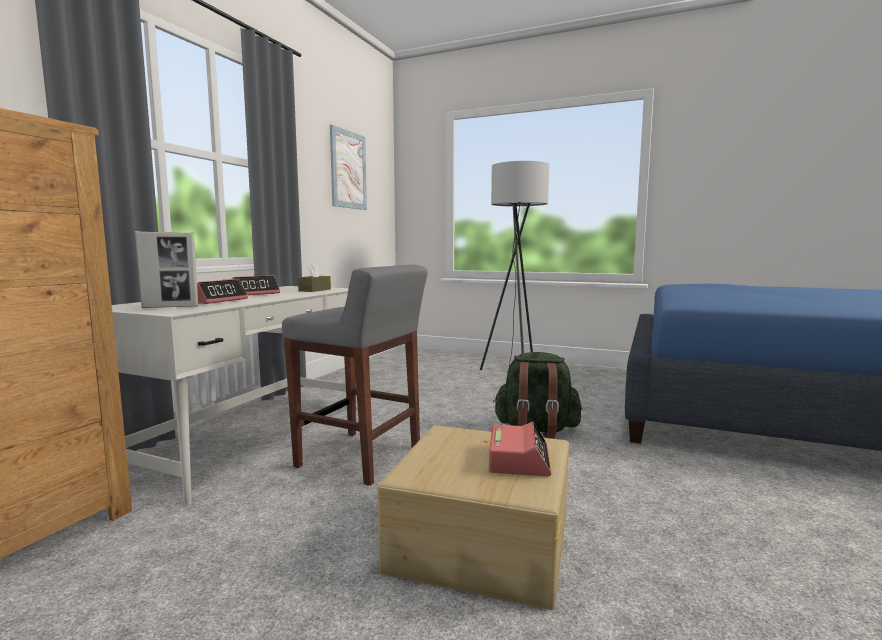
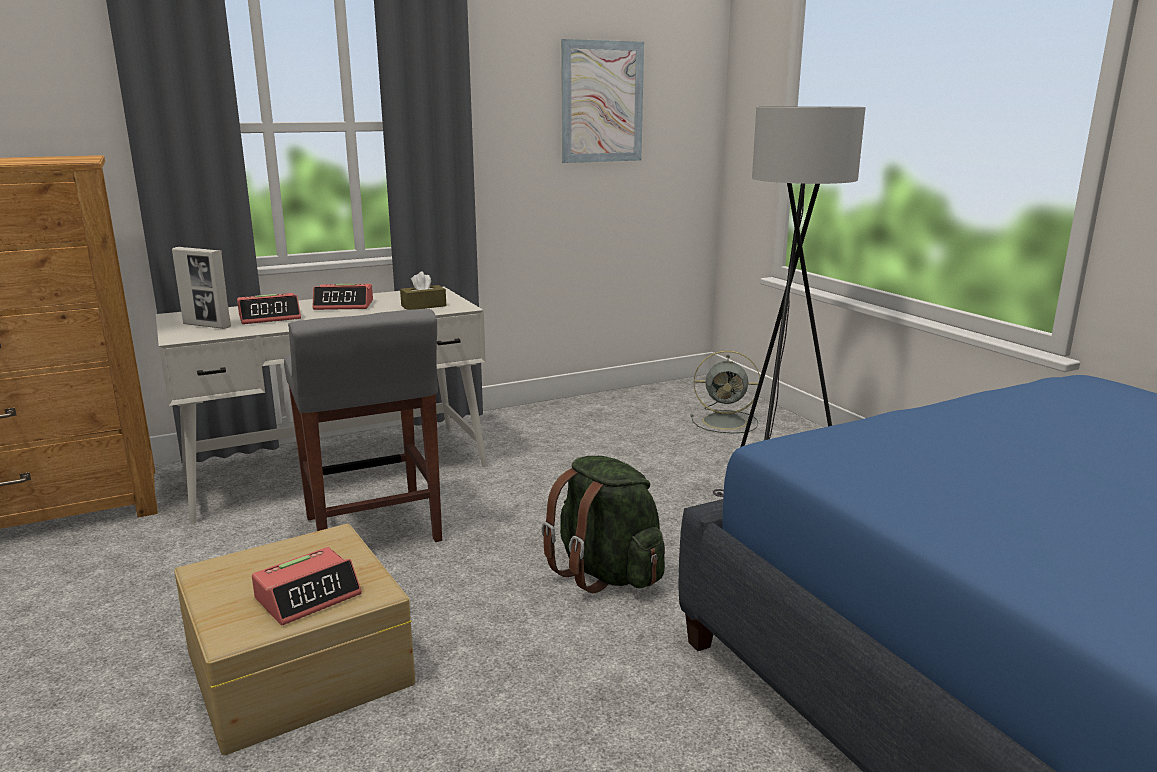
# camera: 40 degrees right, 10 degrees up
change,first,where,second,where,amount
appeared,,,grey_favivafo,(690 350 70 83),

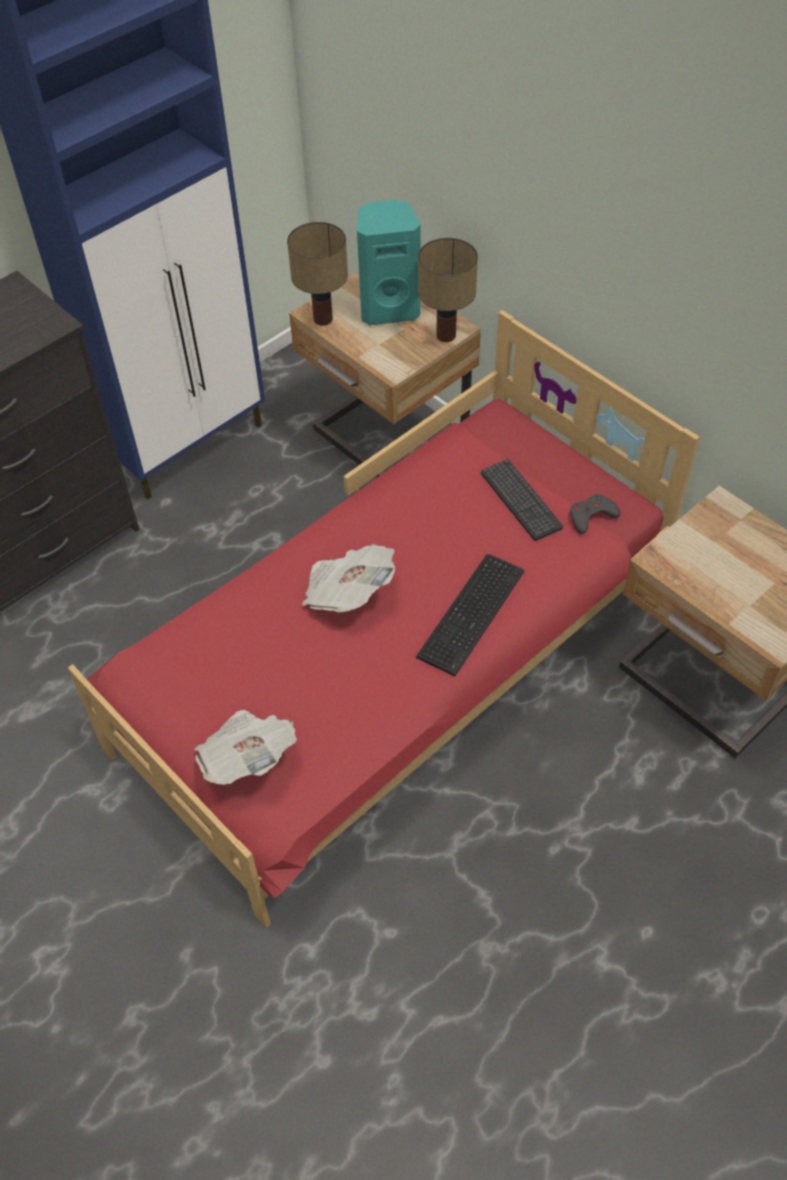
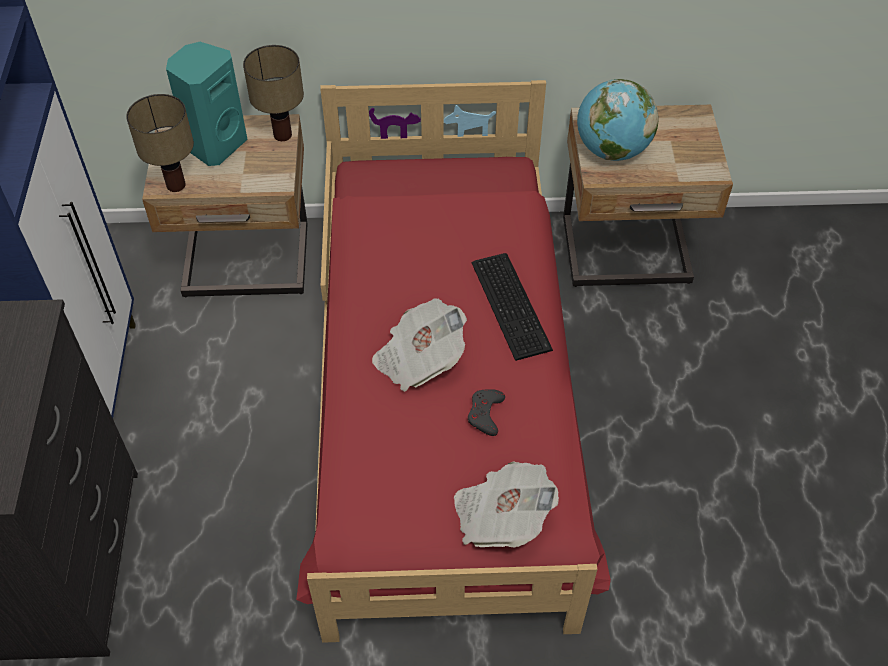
# camera: 50 degrees left, 0 degrees up
change,first,where,second,where,amount
relocated,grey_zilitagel,(570 494 51 40),,(468 389 37 47),
appeared,,,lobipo,(577 79 81 82),
missing,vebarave,(481 459 82 82),,,

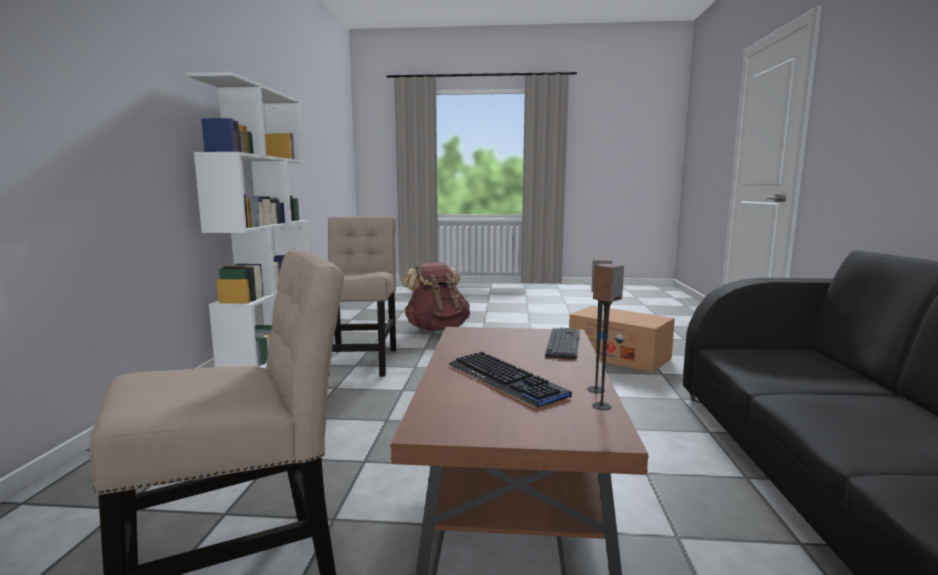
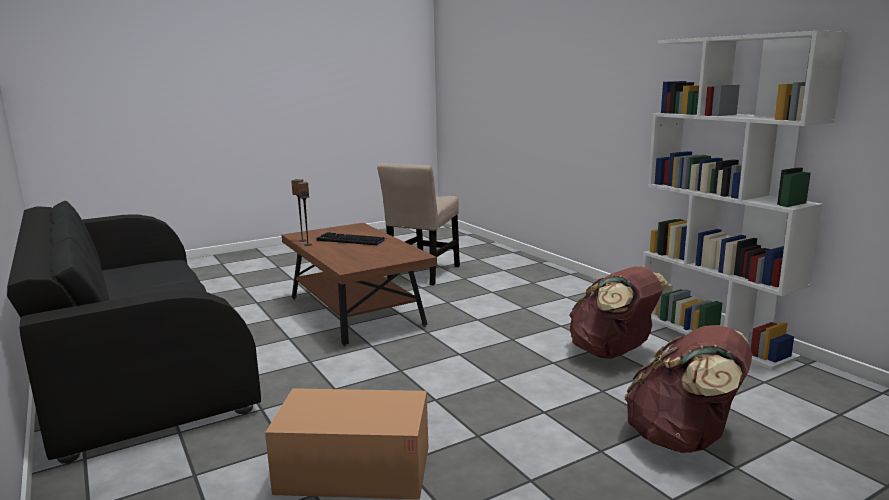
# camera: 145 degrees right, 5 degrees up
change,first,where,second,where,amount
exchanged,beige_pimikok,(328 216 68 161),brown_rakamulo,(569 266 101 93),
missing,vebarave,(545 328 35 31),,,

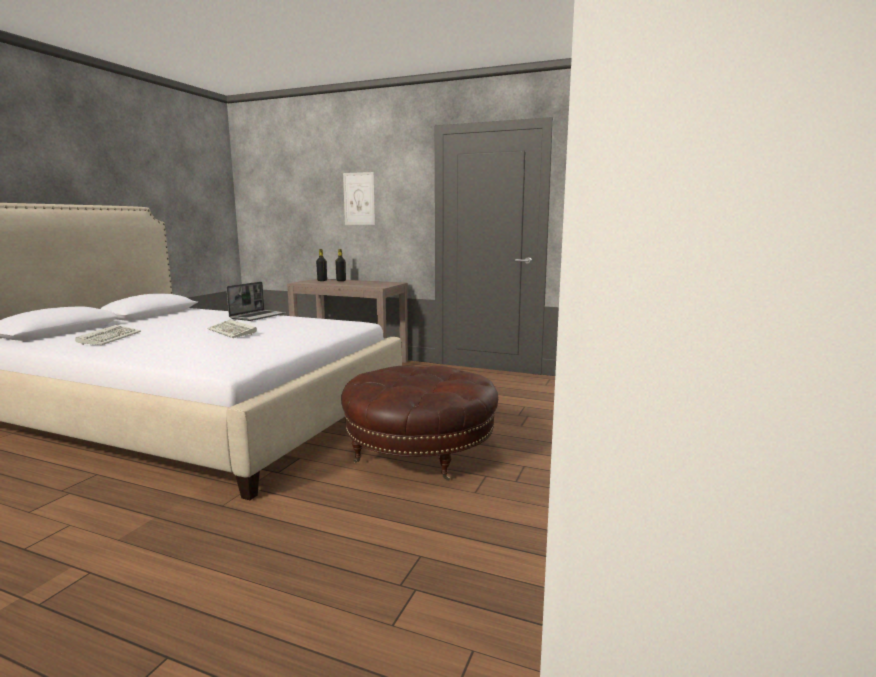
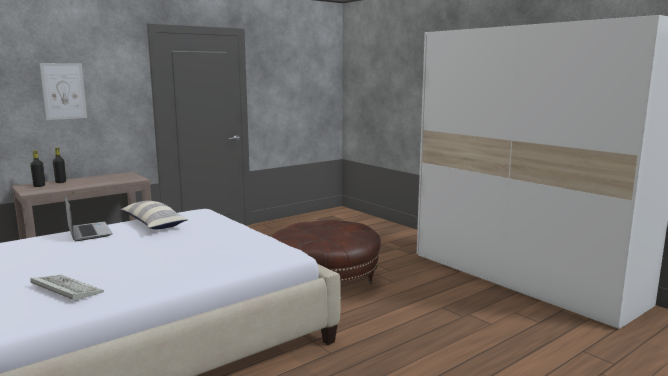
# camera: 60 degrees left, 0 degrees up
change,first,where,second,where,amount
appeared,,,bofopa,(120 201 69 29),
missing,vebarave,(207 320 50 18),,,

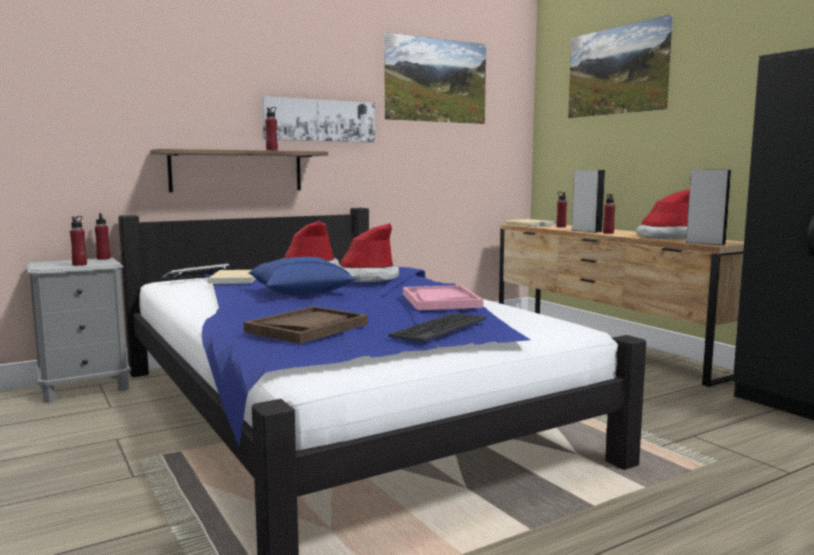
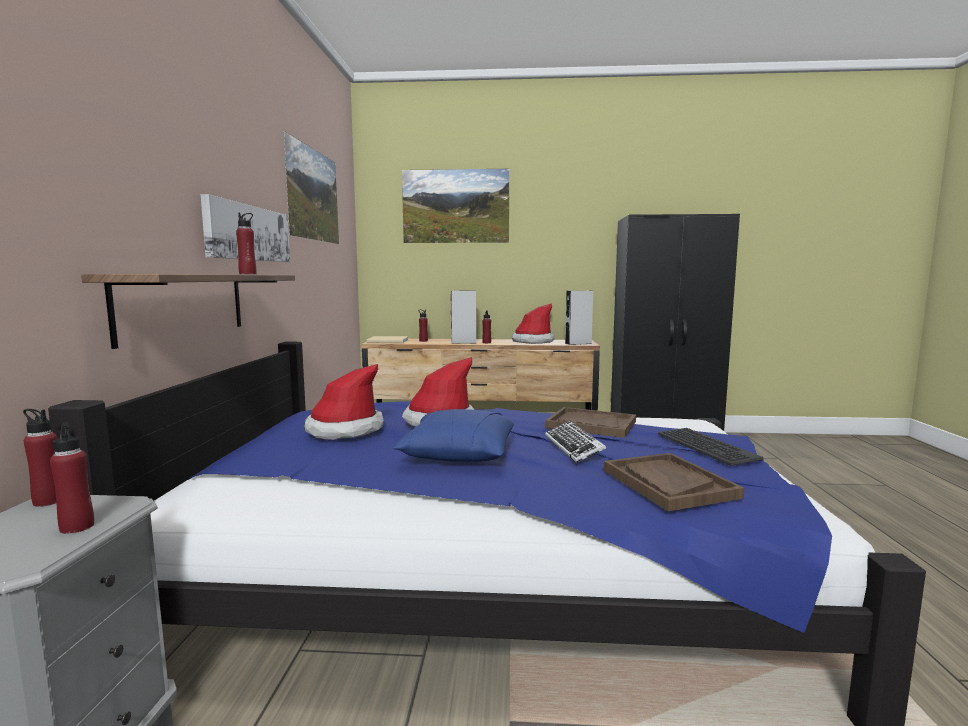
# camera: 55 degrees left, 0 degrees up
change,first,where,second,where,amount
colour,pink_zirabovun,(403 285 80 25),brown_zirabovun,(545 407 91 31),
relocated,vebarave,(162 263 67 16),,(545 421 61 42),
missing,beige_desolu,(207 270 48 14),,,

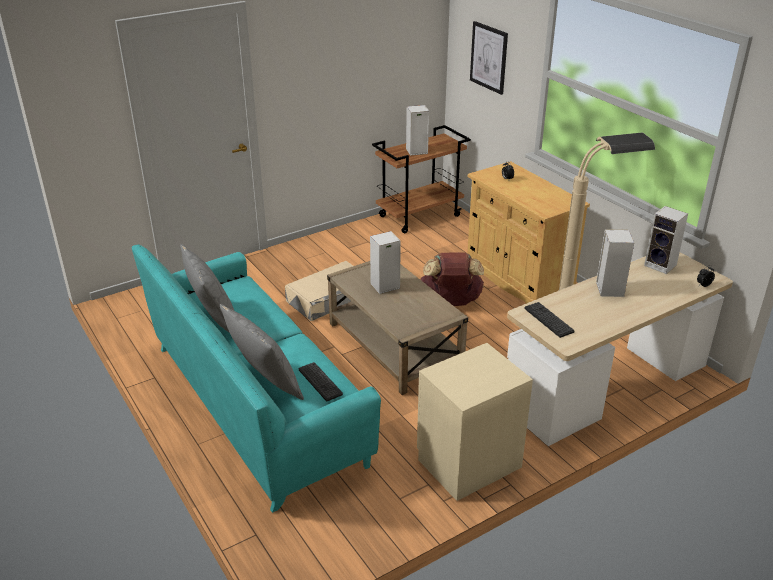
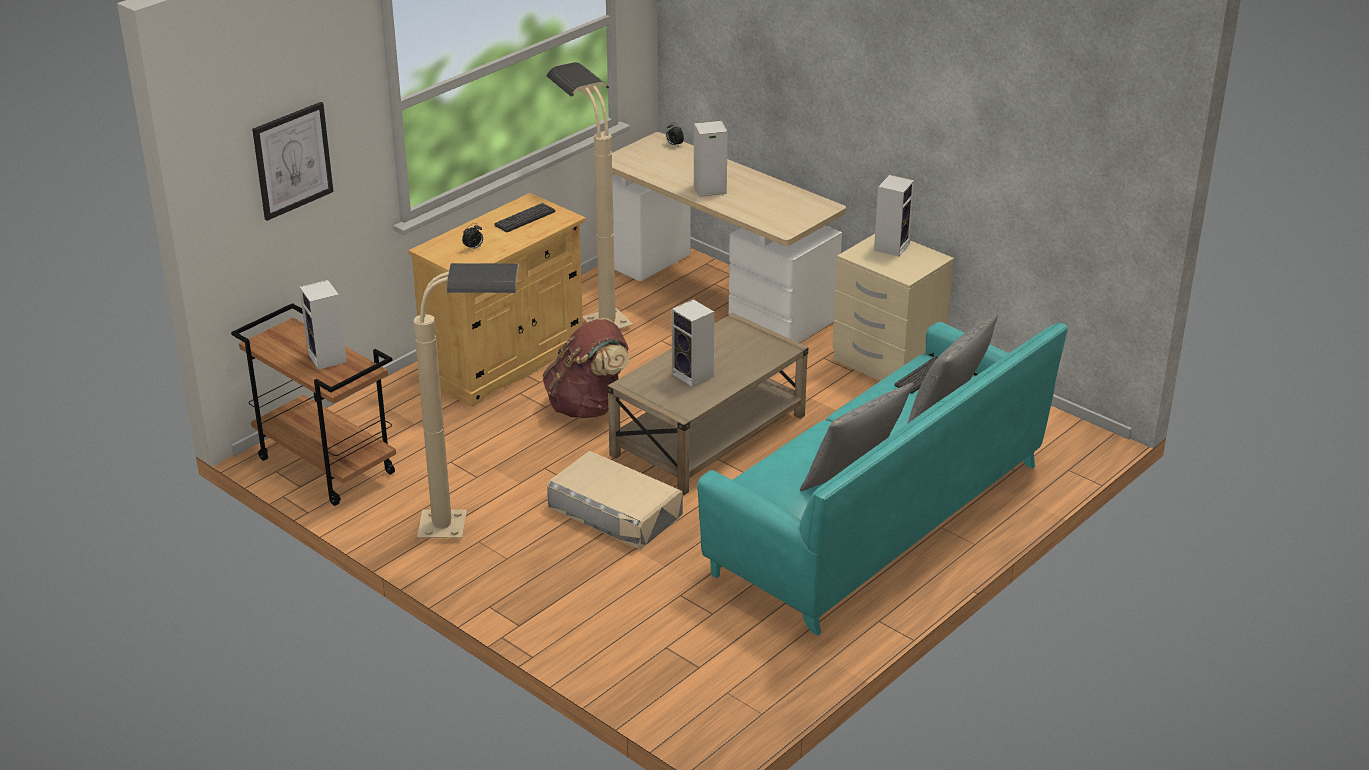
# camera: 105 degrees left, 0 degrees up
change,first,where,second,where,amount
appeared,,,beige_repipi,(414 263 106 276),
relocated,vebarave,(525 302 50 36),,(494 203 61 29),
relocated,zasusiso,(644 206 44 68),,(874 175 41 82),

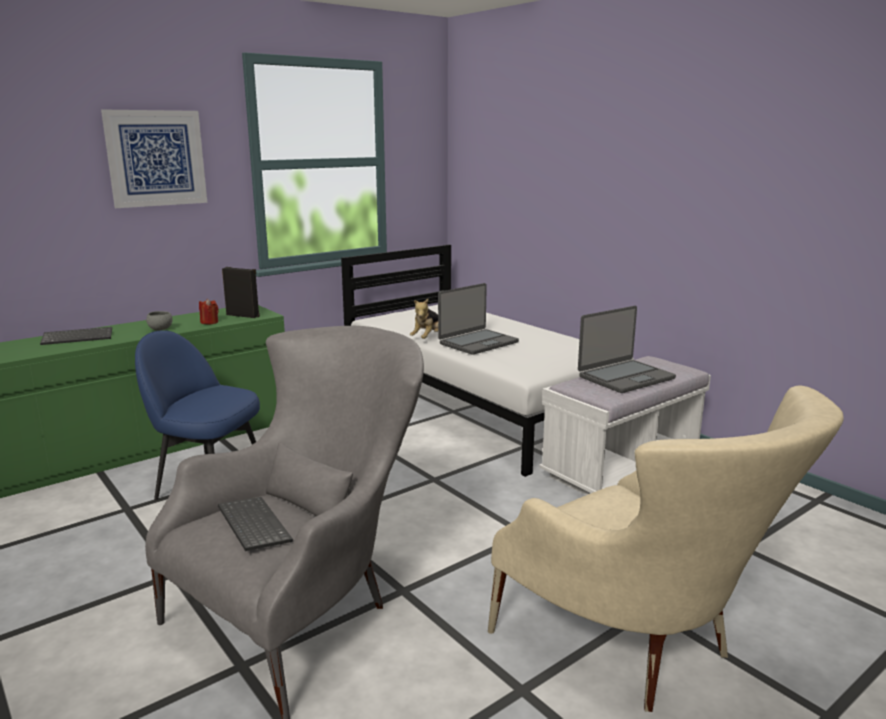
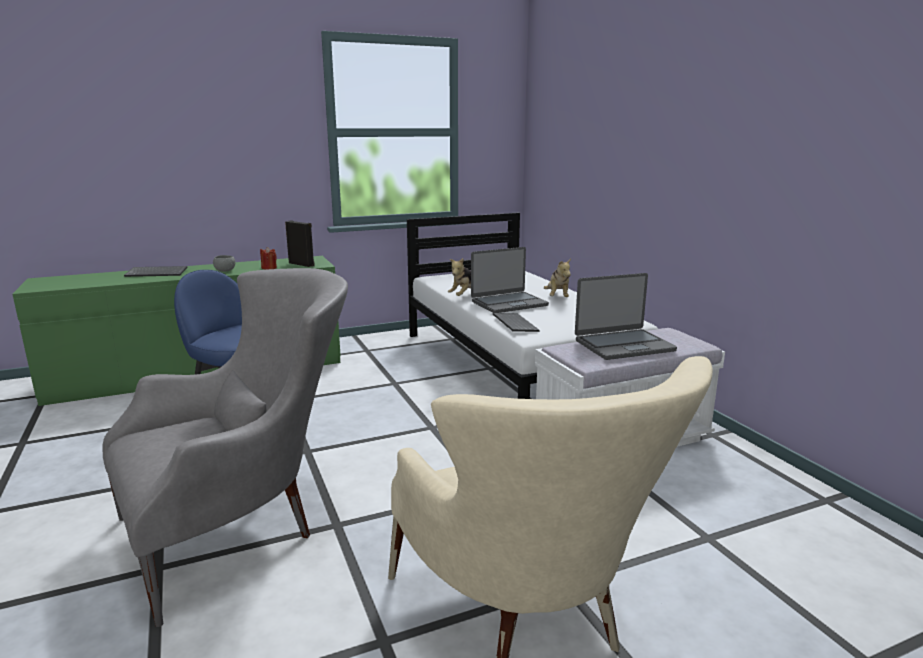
# camera: 15 degrees right, 0 degrees up
change,first,where,second,where,amount
relocated,vebarave,(218 497 75 54),,(493 313 46 19),
appeared,,,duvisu,(544 259 27 38),
missing,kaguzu,(101 109 106 99),,,

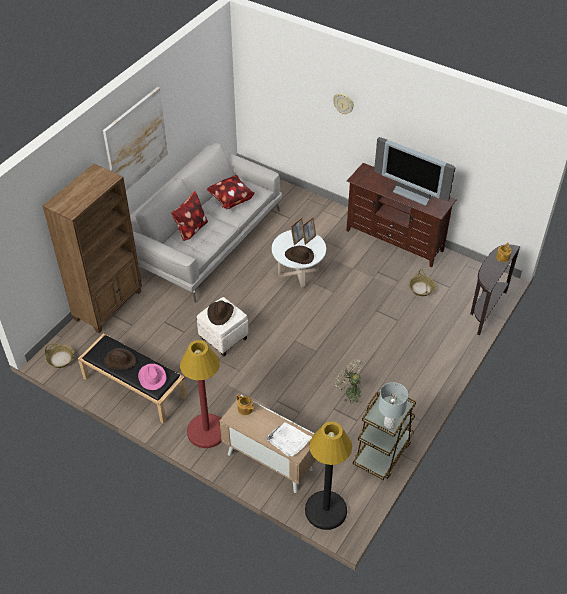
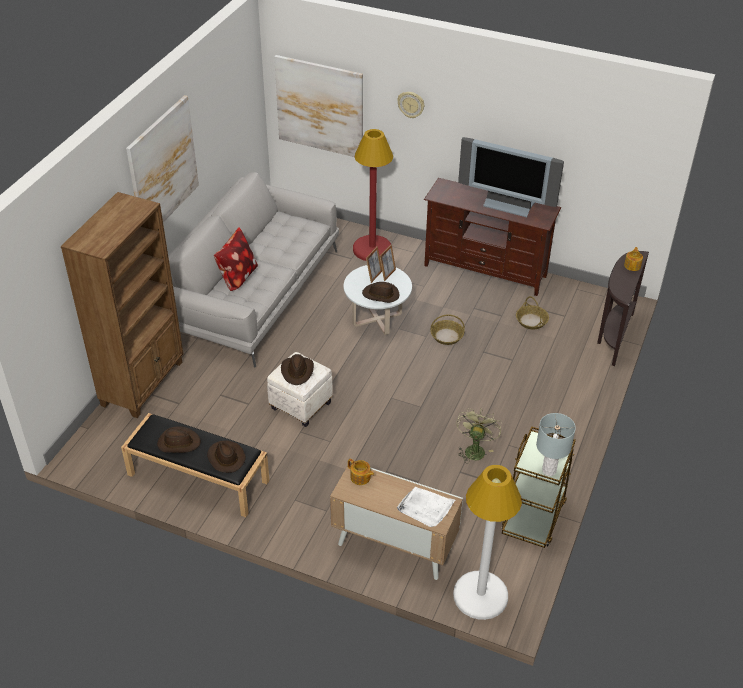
# camera: 10 degrees left, 5 degrees down
change,first,where,second,where,amount
colour,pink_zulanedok,(138 364 28 26),brown_zulanedok,(207 440 39 33),
appeared,,,kaguzu,(274 55 89 102),
relocated,red_repipi,(180 340 41 108),,(353 129 40 132),
relocated,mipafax,(45 343 29 25),,(431 314 34 31),
colour,black_repipi,(305 421 47 109),white_repipi,(453 465 69 155),
spun,green_favivafo,(335 359 28 45),,(456 408 45 56),75 degrees clockwise
missing,bofopa,(207 175 48 34),,,

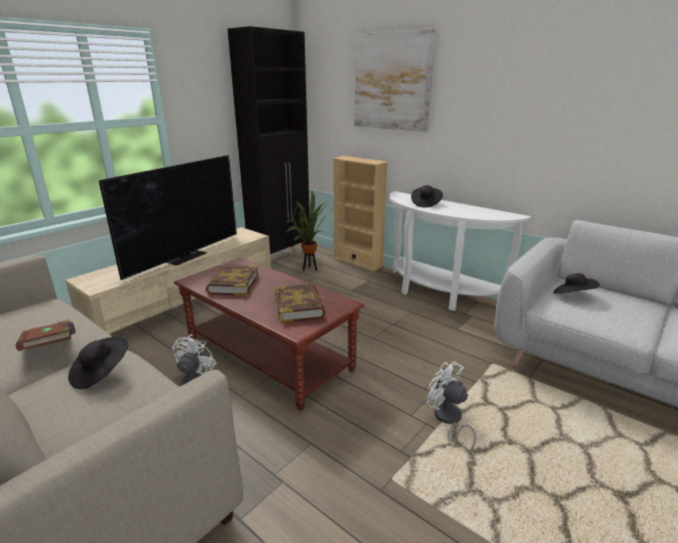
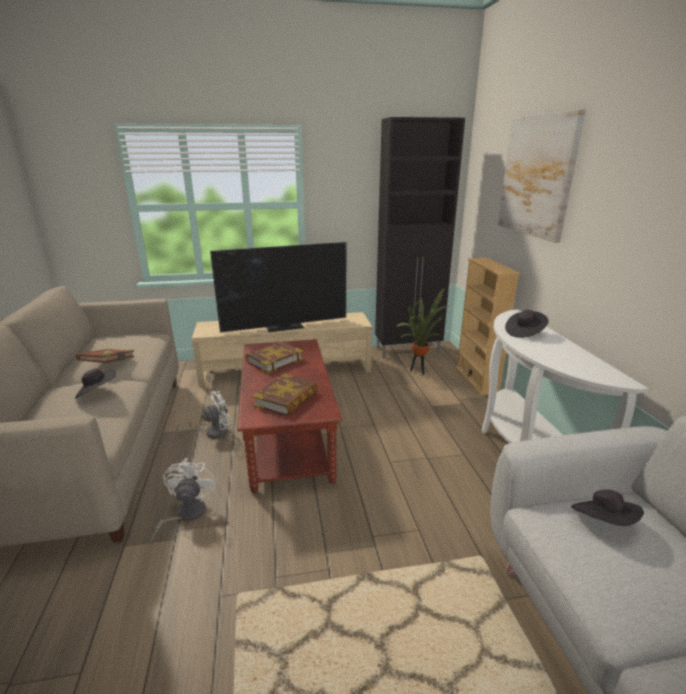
# camera: 40 degrees right, 0 degrees up
change,first,where,second,where,amount
relocated,white_favivafo,(427 362 49 91),,(149 458 66 88),

